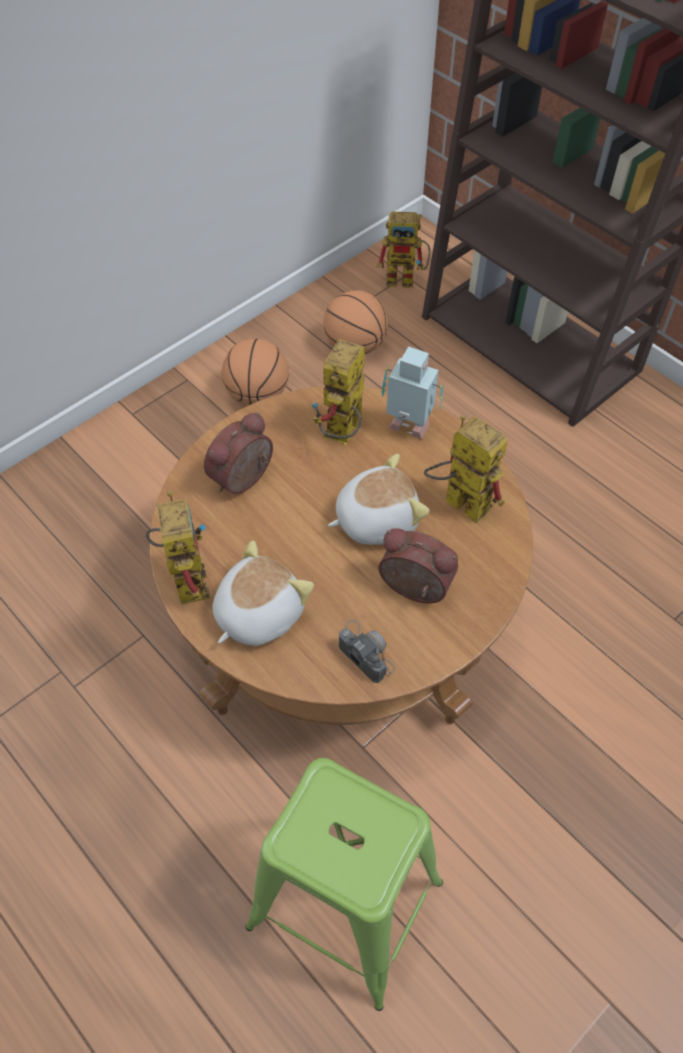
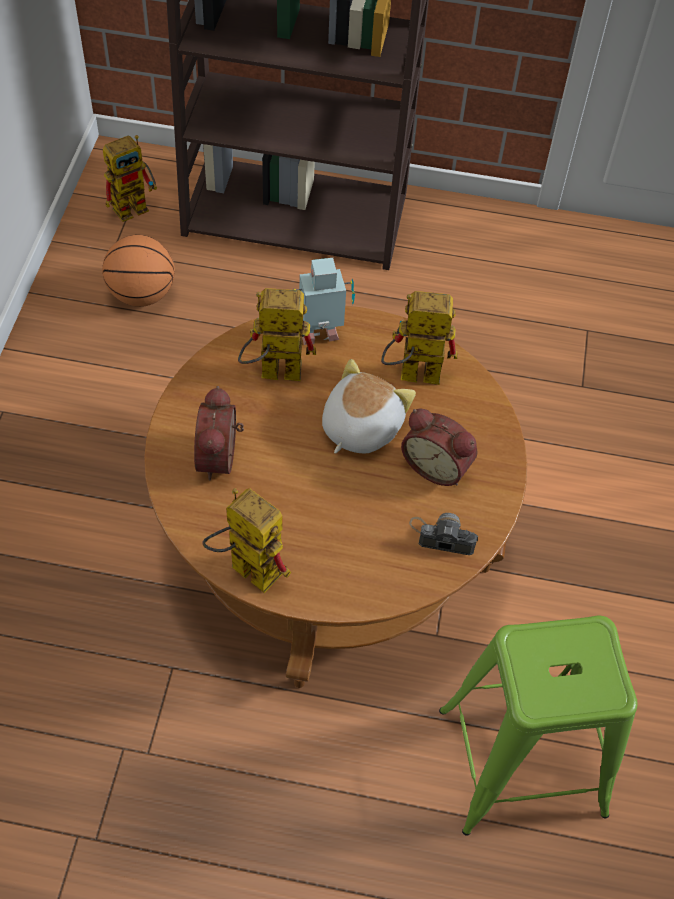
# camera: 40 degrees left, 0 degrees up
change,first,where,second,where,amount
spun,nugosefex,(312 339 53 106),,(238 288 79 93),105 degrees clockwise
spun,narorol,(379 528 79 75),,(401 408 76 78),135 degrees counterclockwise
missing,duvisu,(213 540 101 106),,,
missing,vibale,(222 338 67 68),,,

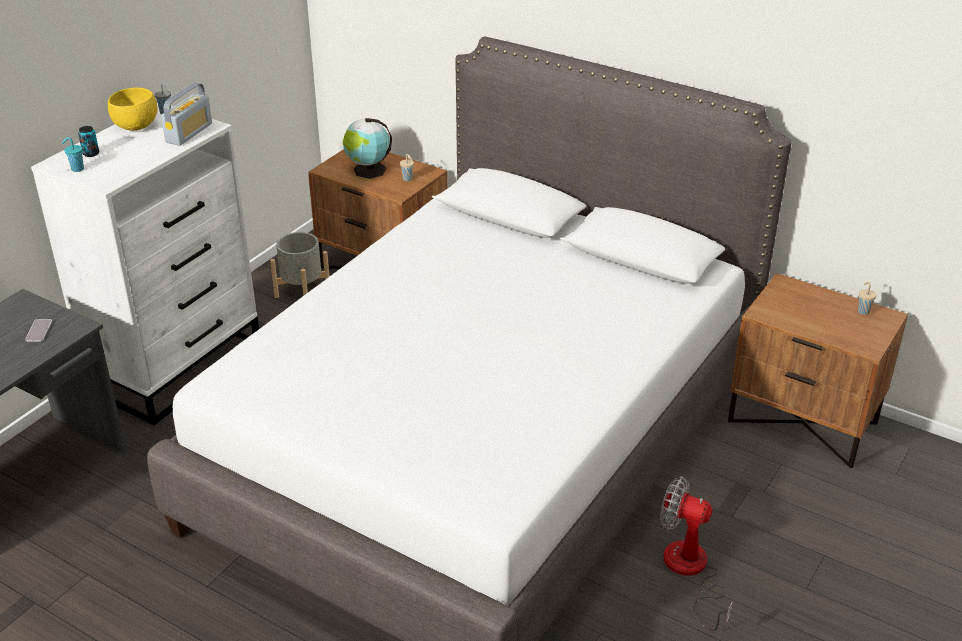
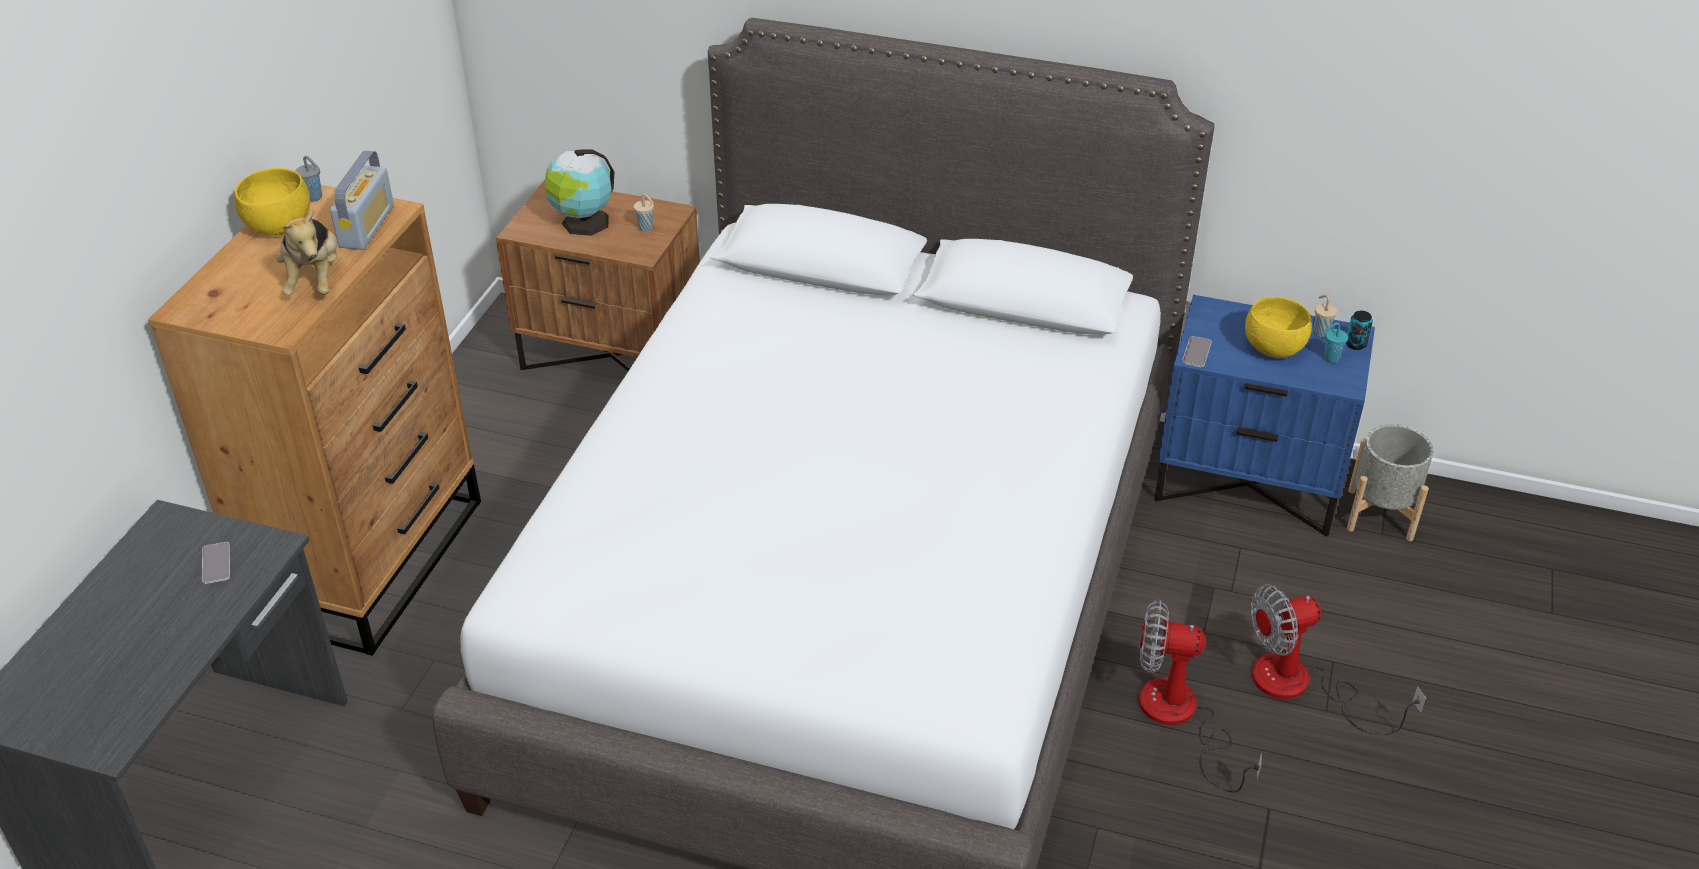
# camera: 15 degrees left, 5 degrees up
change,first,where,second,where,amount
colour,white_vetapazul,(31 103 228 323),brown_vetapazul,(148 185 333 471),
appeared,,,duvisu,(276 209 61 86),
colour,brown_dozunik,(728 273 180 195),blue_dozunik,(1154 295 221 242),
appeared,,,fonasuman,(1182 336 30 31),
appeared,,,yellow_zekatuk,(1245 297 67 61),
appeared,,,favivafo,(1251 584 175 151),
relocated,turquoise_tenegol,(62 137 22 35),,(1324 323 24 40),
relocated,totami,(78 126 21 31),,(1346 311 27 39),
relocated,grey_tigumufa,(270 232 60 66),,(1347 424 87 117),

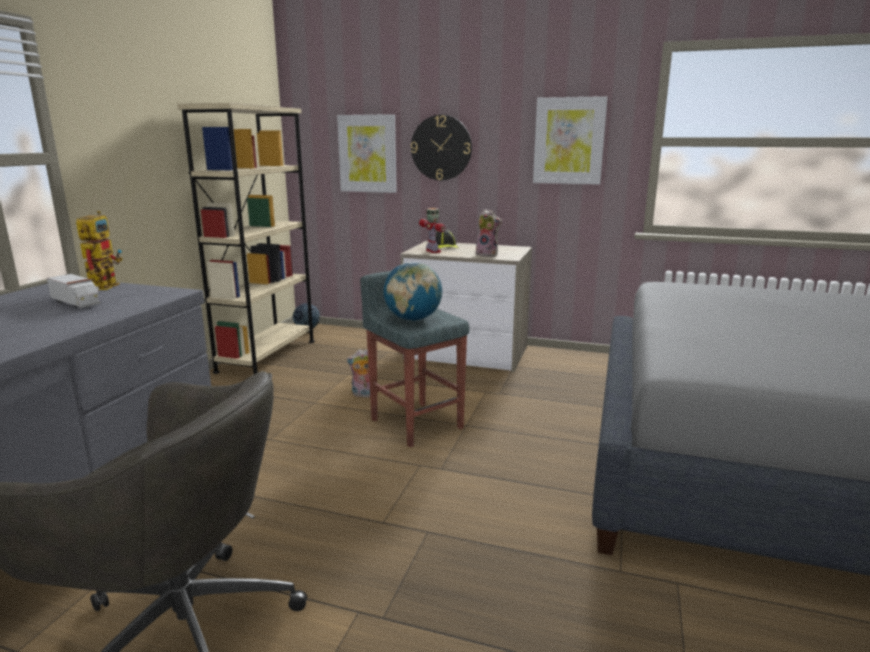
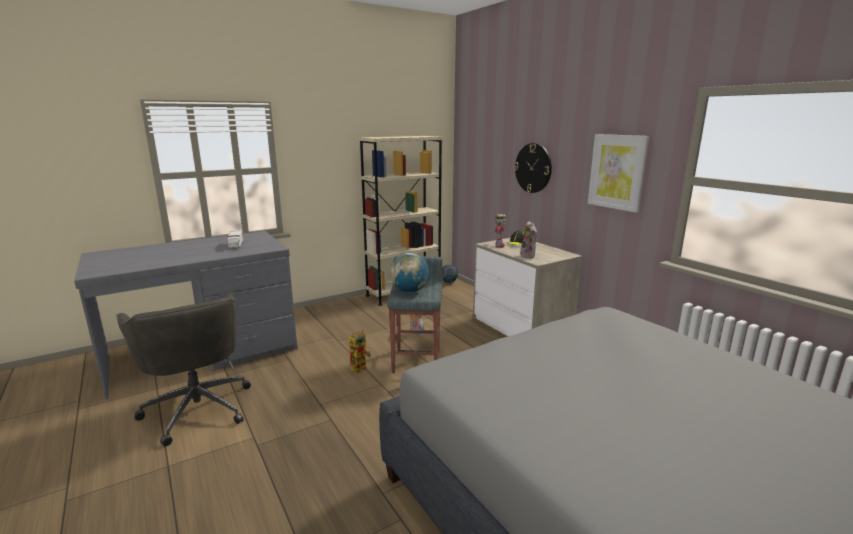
# camera: 40 degrees right, 0 degrees up
change,first,where,second,where,amount
relocated,nugosefex,(76 211 46 79),,(349 330 22 44),
missing,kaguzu,(337 114 60 79),,,

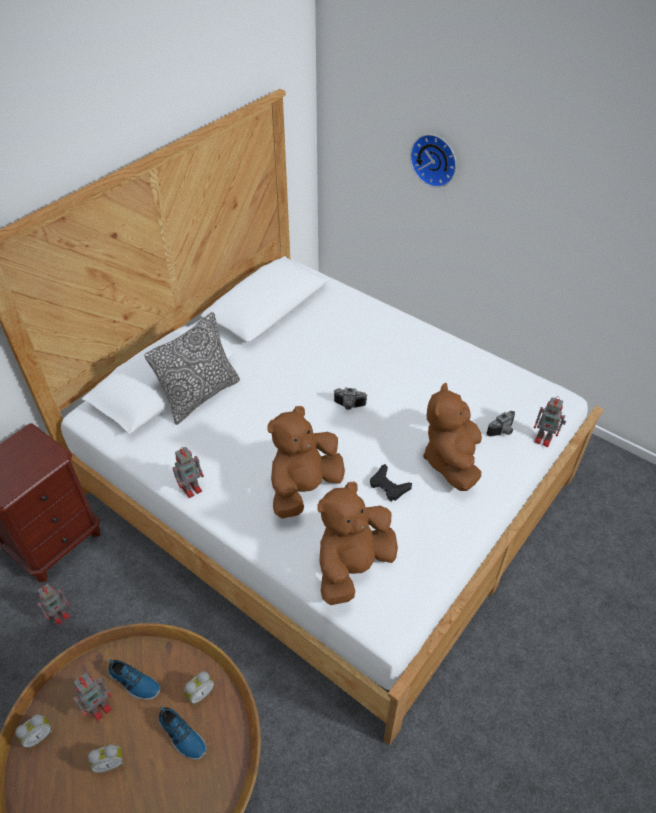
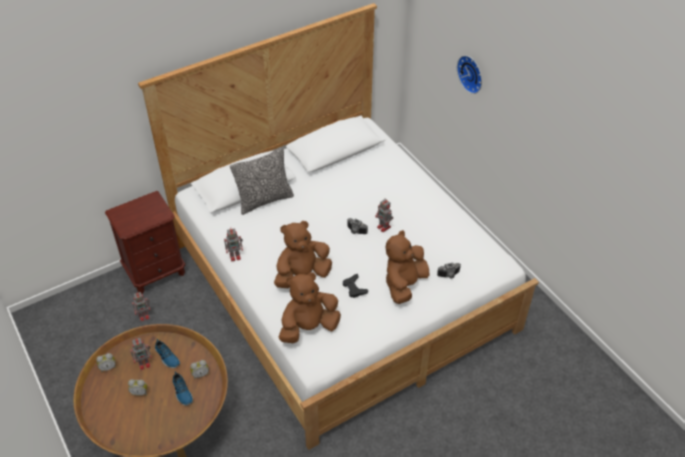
# camera: 20 degrees right, 0 degrees up
change,first,where,second,where,amount
relocated,nugosefex,(534 396 32 51),,(375 198 18 34),

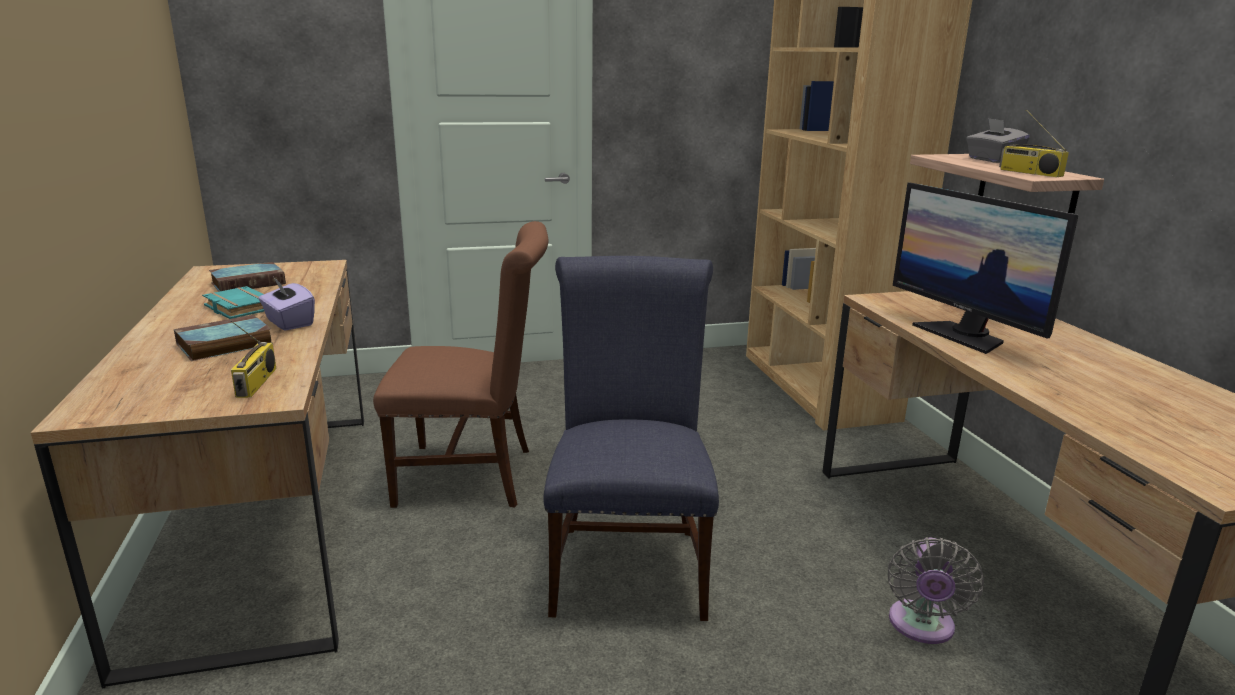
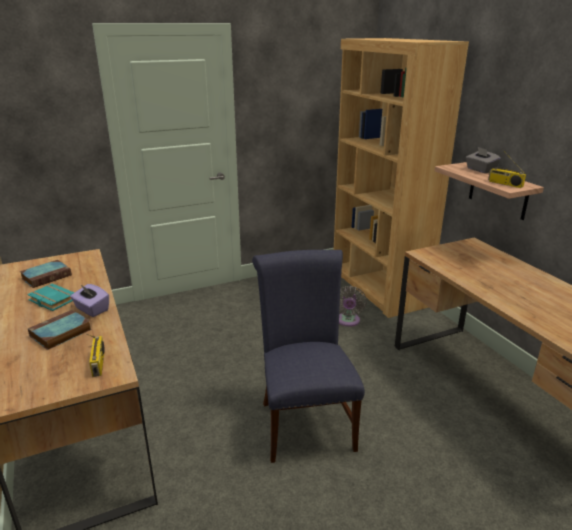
# camera: 10 degrees left, 5 degrees up
change,first,where,second,where,amount
relocated,grey_favivafo,(888 537 96 107),,(339 286 28 41),
missing,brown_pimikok,(373 221 175 287),,,
missing,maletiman,(893 182 185 172),,,

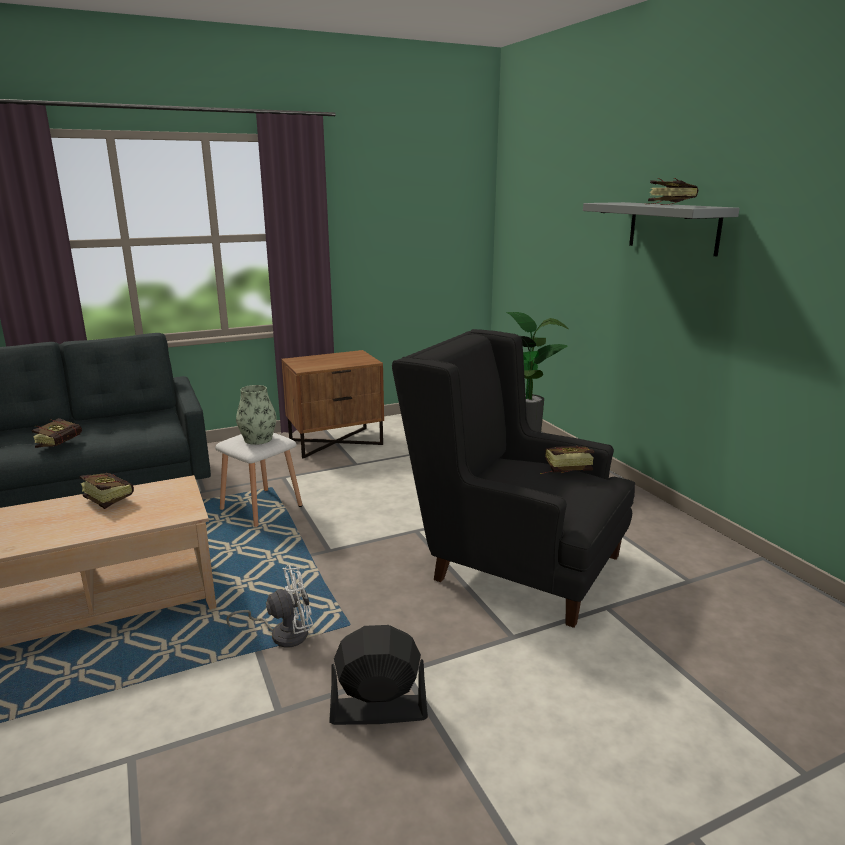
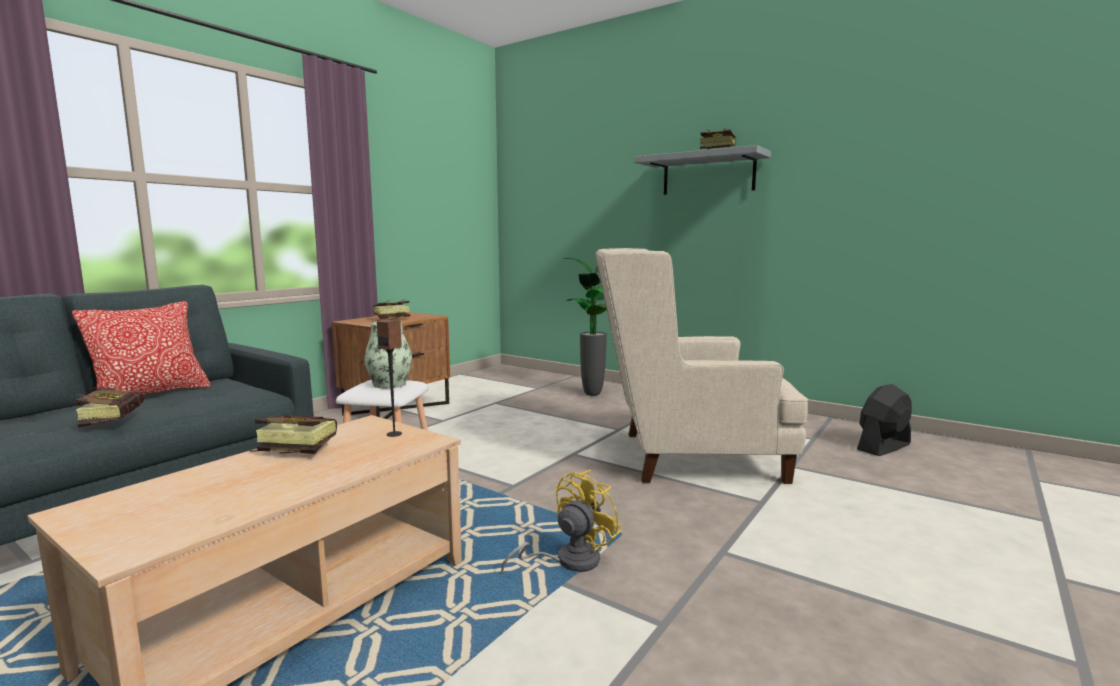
# camera: 30 degrees left, 10 degrees down
change,first,where,second,where,amount
appeared,,,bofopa,(72 301 138 95),
relocated,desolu,(541 446 53 28),,(372 300 38 22),
appeared,,,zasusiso,(377 319 25 118),
colour,white_favivafo,(226 565 87 83),yellow_favivafo,(501 470 121 103),
colour,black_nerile,(392 329 243 299),beige_nerile,(595 248 213 236),
relocated,black_favivafo,(329 625 99 100),,(857 384 55 72),

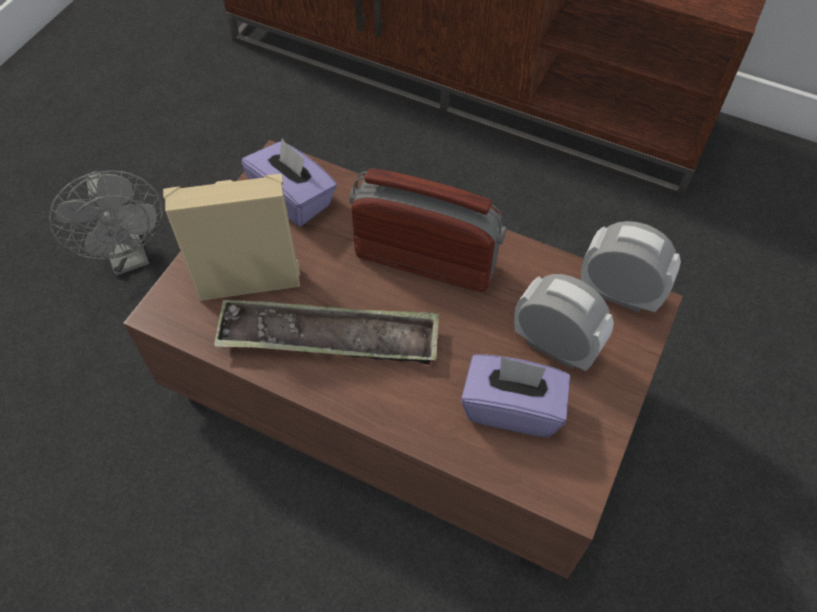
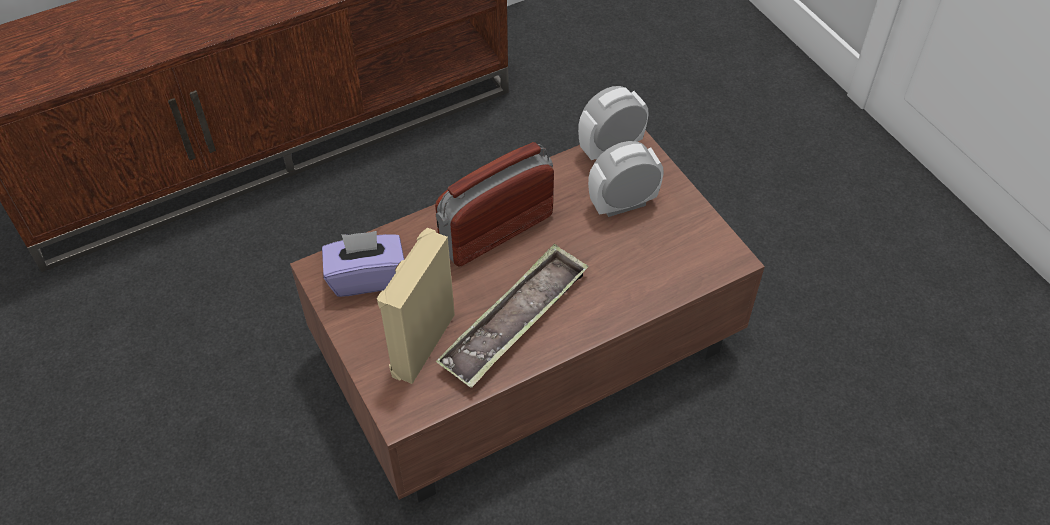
# camera: 55 degrees left, 5 degrees down
change,first,where,second,where,amount
missing,grey_favivafo,(49 170 114 106),,,
missing,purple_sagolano,(461 354 109 83),,,

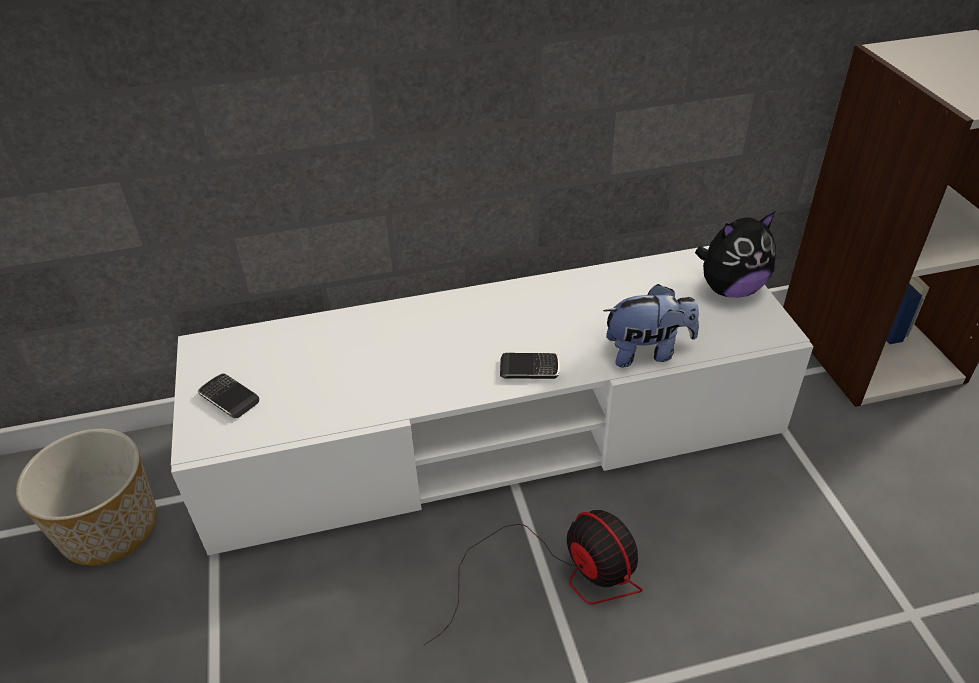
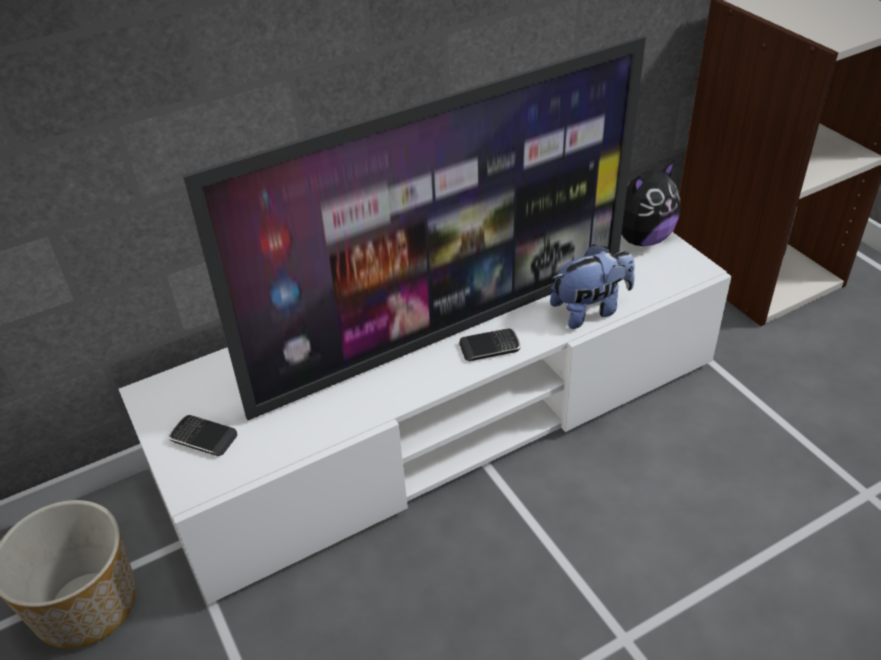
# camera: 15 degrees left, 0 degrees up
change,first,where,second,where,amount
appeared,,,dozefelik,(183 36 463 384),
missing,favivafo,(424 510 219 135),,,

